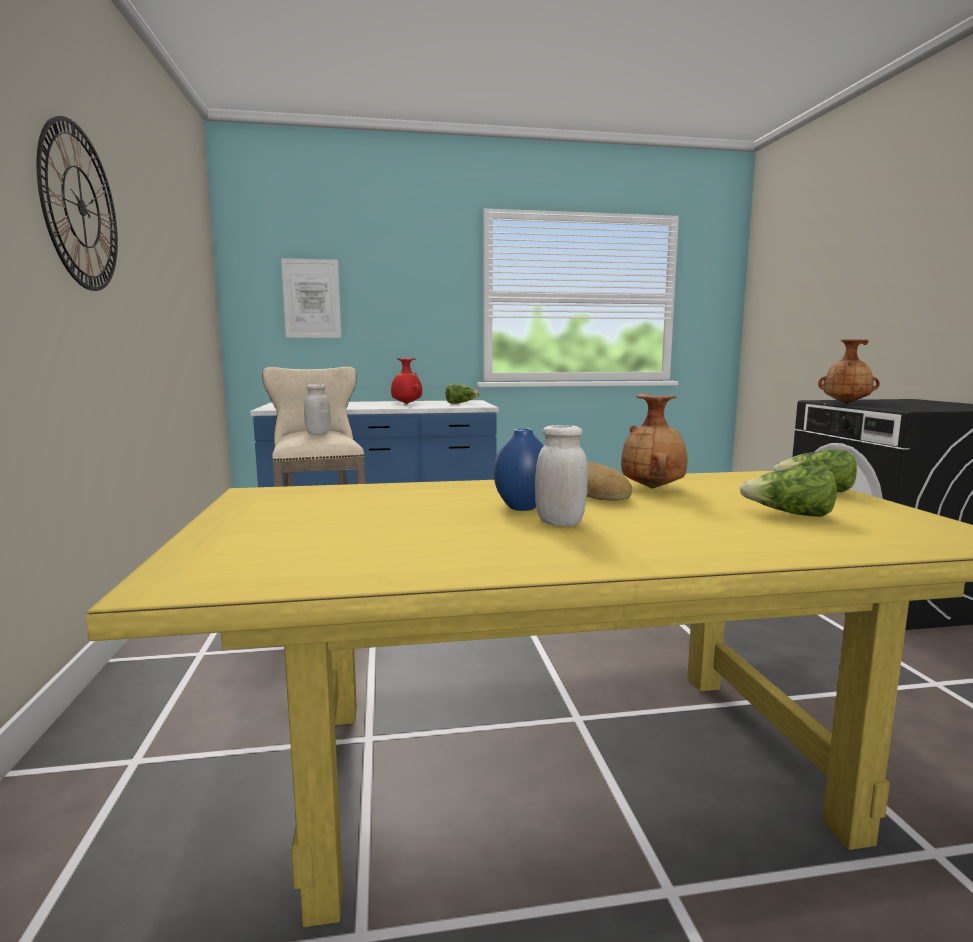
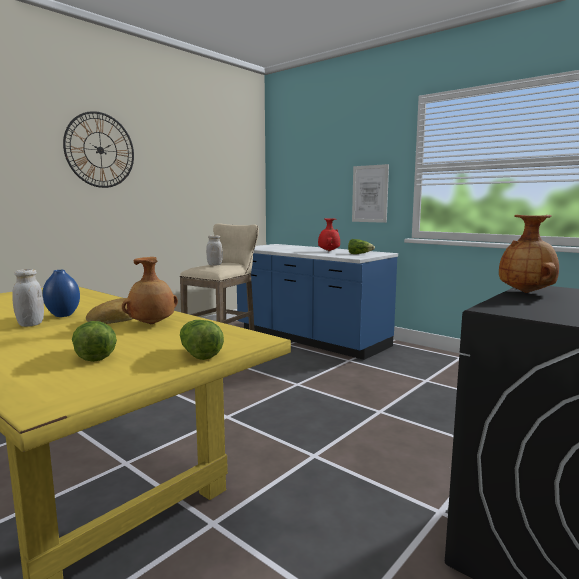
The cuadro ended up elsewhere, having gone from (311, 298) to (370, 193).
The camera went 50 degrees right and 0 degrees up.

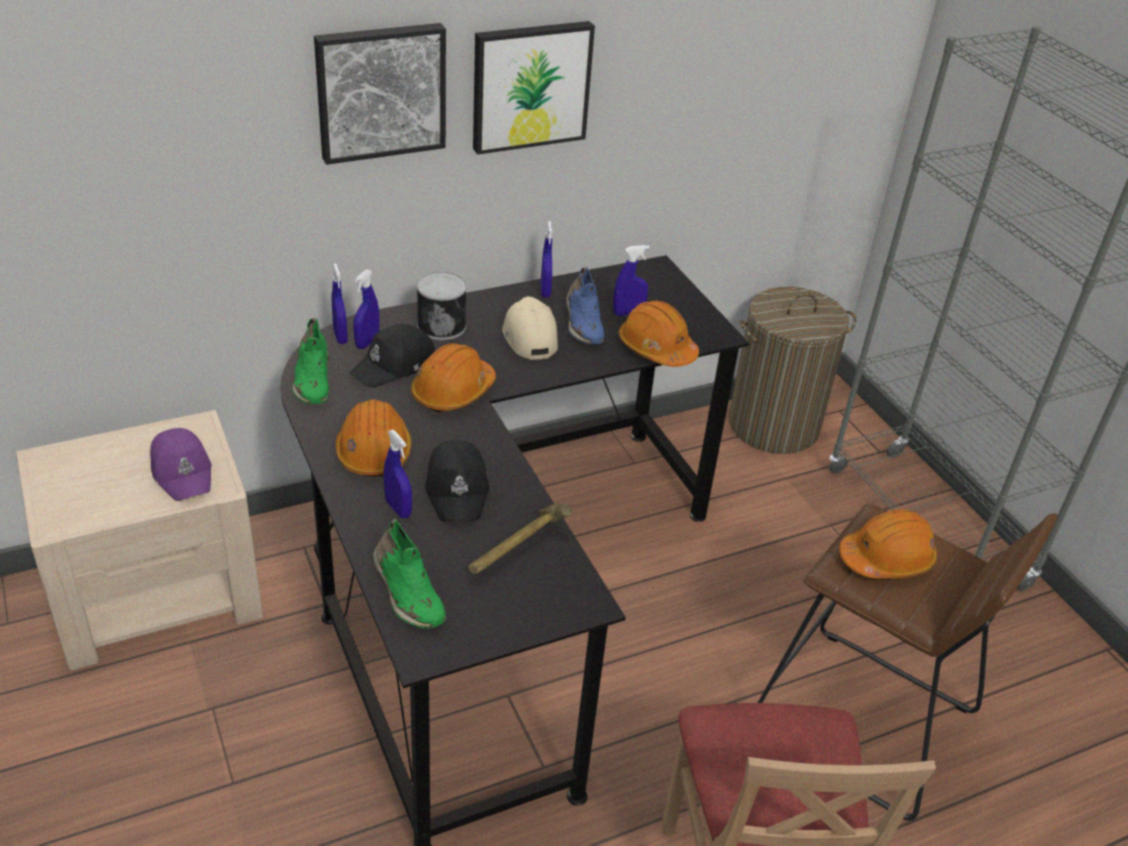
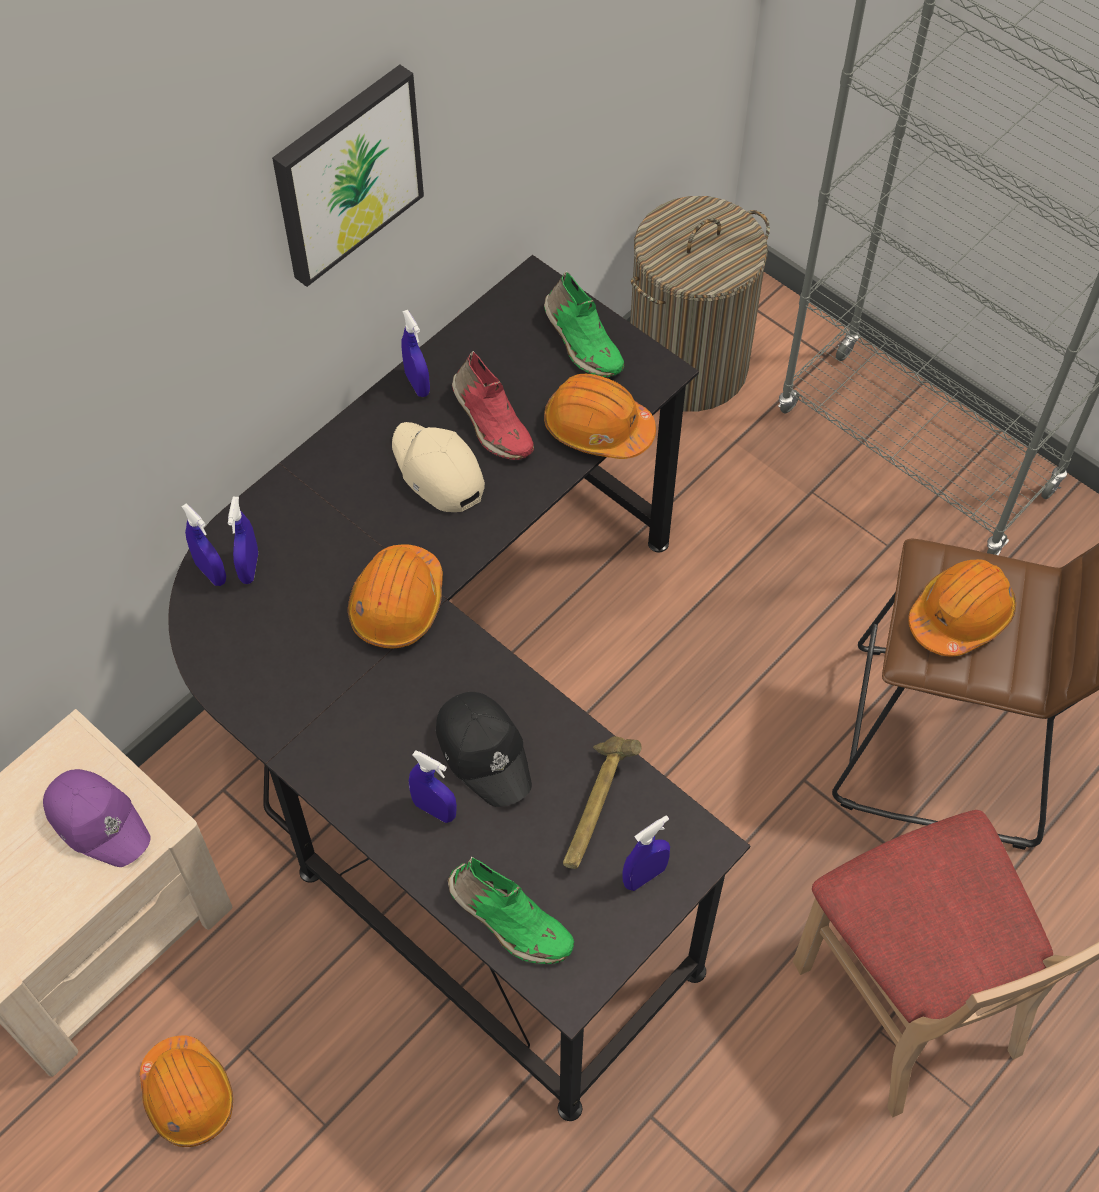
The casco [naranja] ended up elsewhere, having gone from (374, 438) to (186, 1091).
What was the zapato [azul] at (585, 305) turned into the zapato [rojo] at (493, 405).
The zapato [verde] ended up elsewhere, having gone from (310, 360) to (584, 324).
The pulverizador [azul] ended up elsewhere, having gone from (631, 280) to (646, 853).
The second view lost the cuadro at (380, 94).
The second view lost the gorra [negro] at (392, 355).
The second view lost the lata at (442, 305).
The camera went 20 degrees left and 20 degrees up.

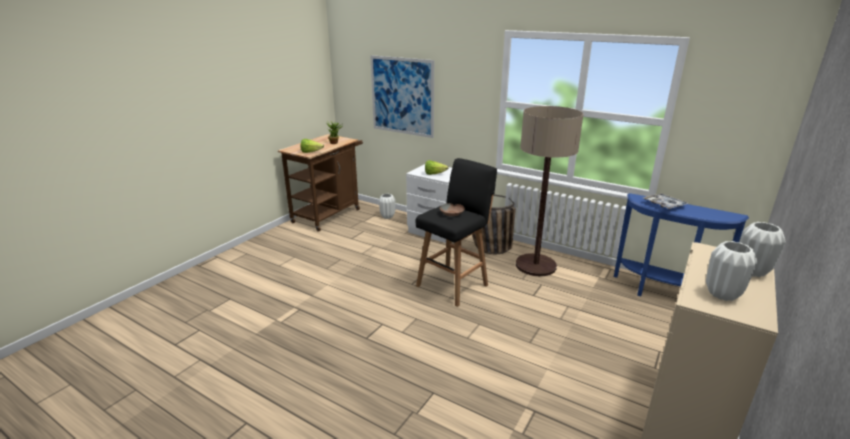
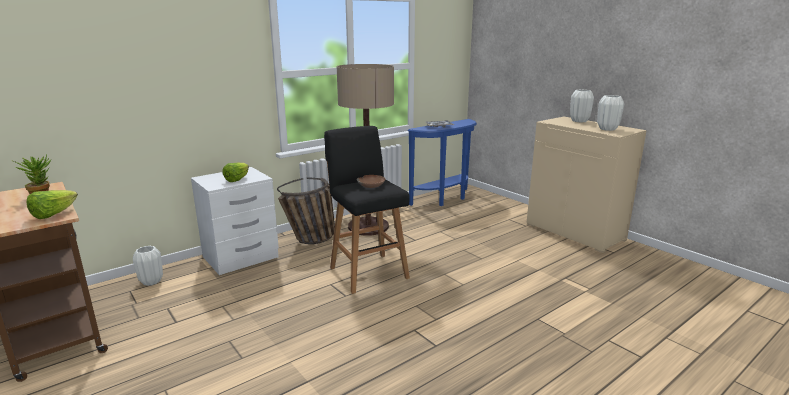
The second view lost the cuadro at (402, 96).
The camera went 70 degrees left and 5 degrees down.

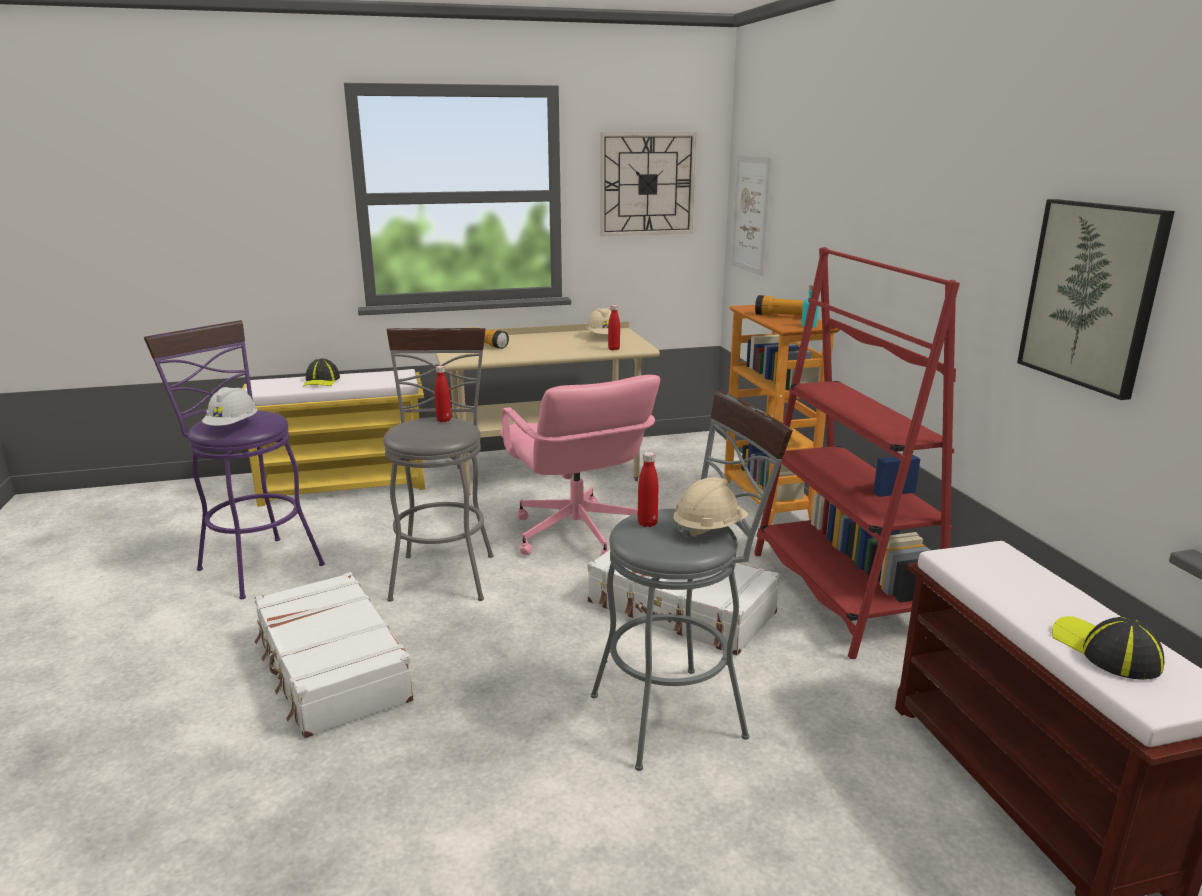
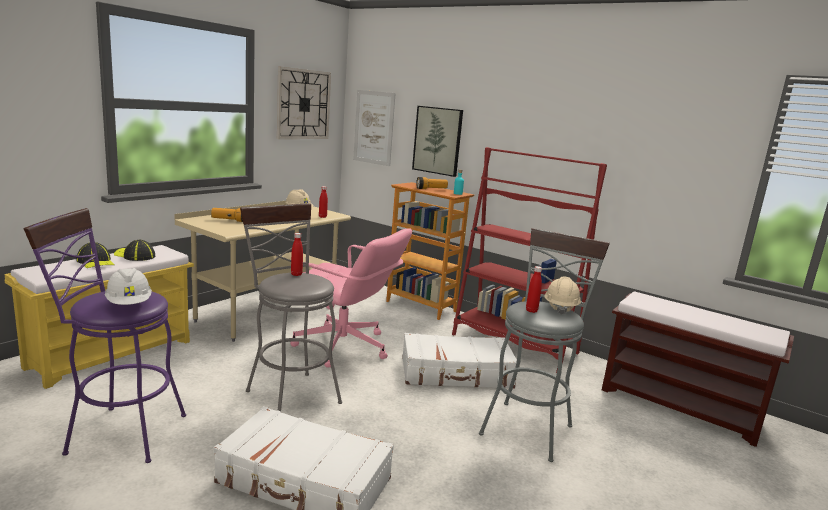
The gorra ended up elsewhere, having gone from (1108, 648) to (134, 250).
The cuadro ended up elsewhere, having gone from (1096, 299) to (437, 141).
The camera went 40 degrees left and 5 degrees down.

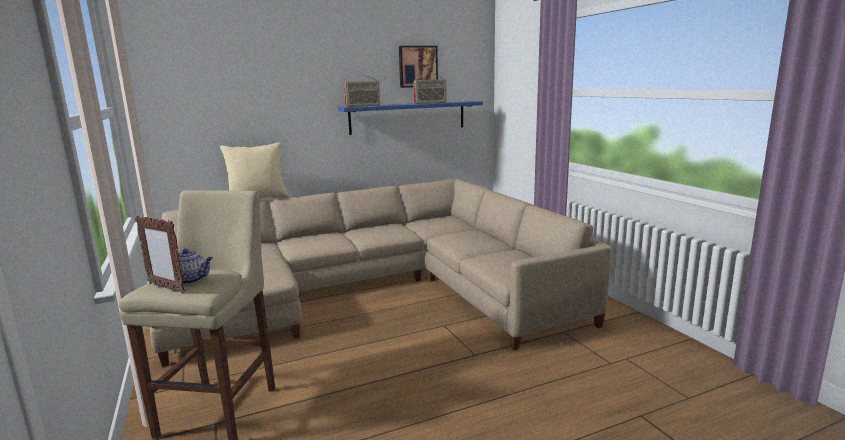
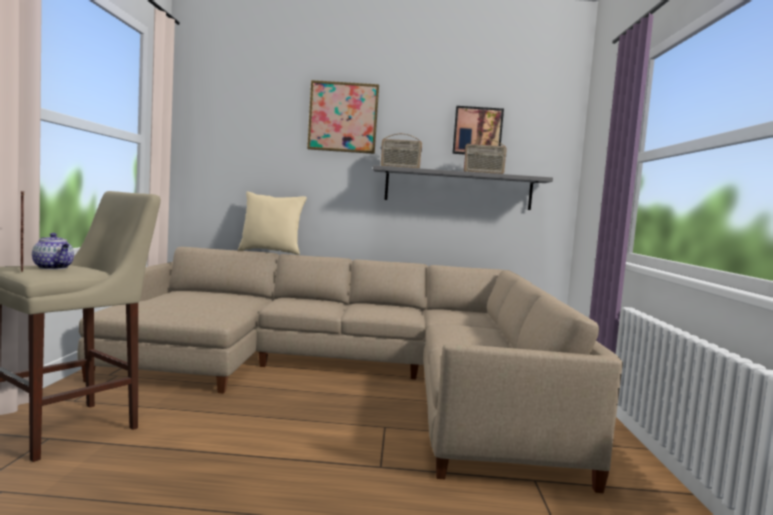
The second view gained the cuadro at (343, 117).
What was the estante [azul] at (410, 118) turned into the estante [gris] at (463, 187).
The camera went 25 degrees right and 10 degrees down.

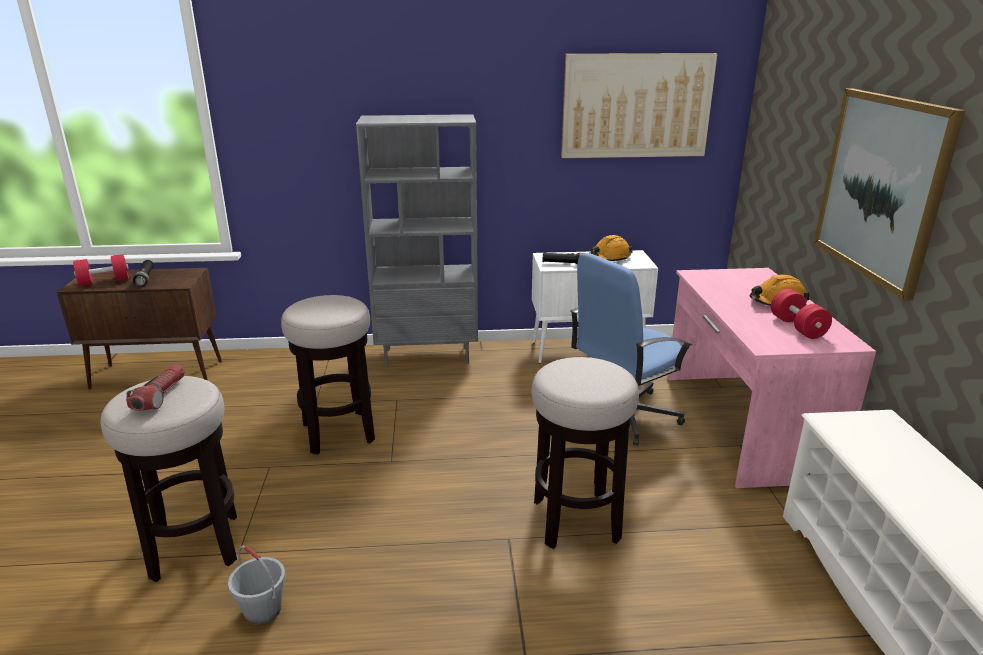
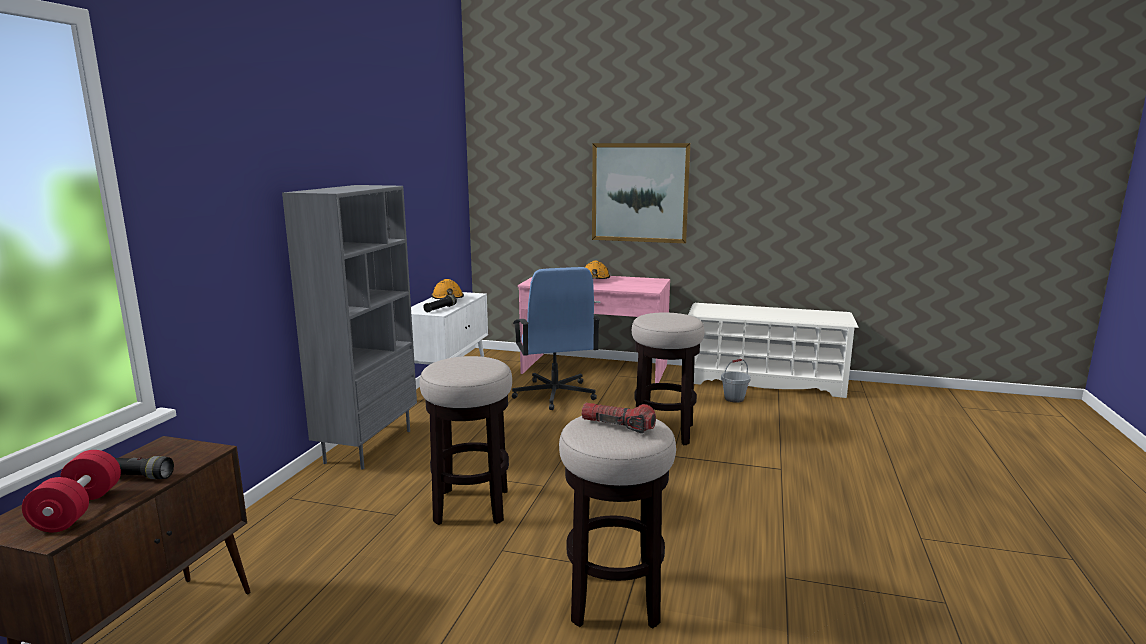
The cubo [gris] ended up elsewhere, having gone from (257, 585) to (736, 381).
The second view lost the cuadro at (639, 105).
The second view lost the mancuerna [rojo] at (801, 314).
The camera went 70 degrees left and 10 degrees down.

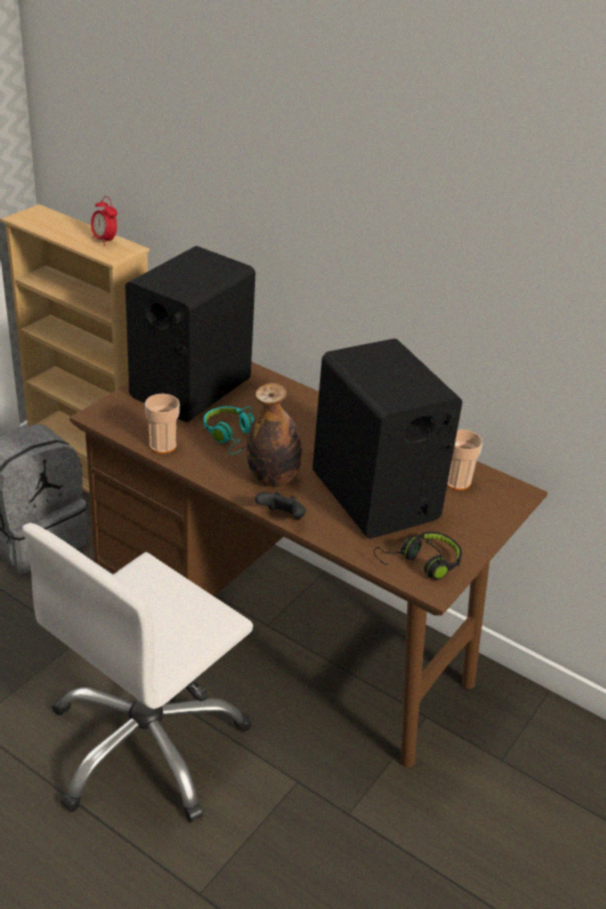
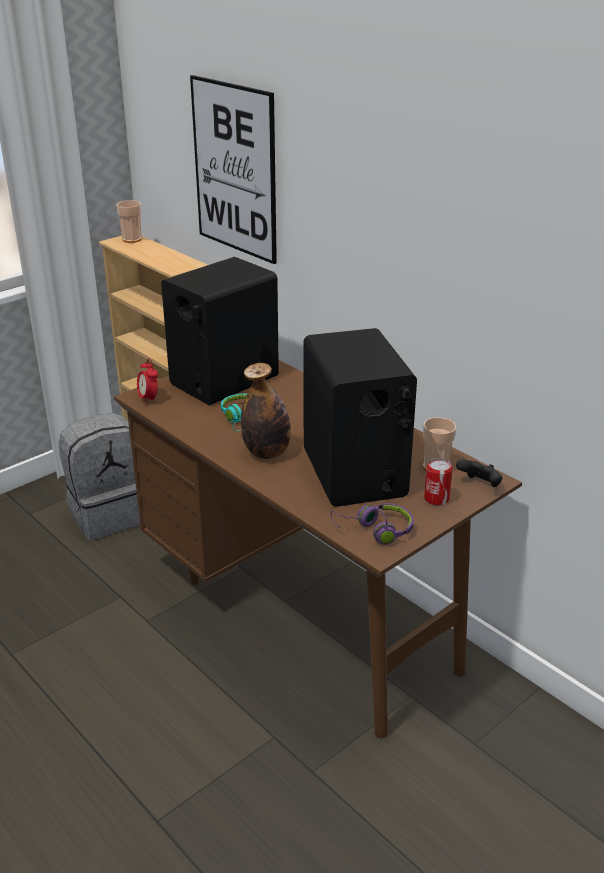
The taza ended up elsewhere, having gone from (162, 424) to (129, 221).
The despertador ended up elsewhere, having gone from (104, 221) to (147, 381).
The second view gained the cuadro at (233, 169).
What was the auriculares [negro] at (418, 556) turned into the auriculares [morado] at (372, 524).
The second view gained the lata at (438, 482).
The mando de consola [negro] ended up elsewhere, having gone from (280, 505) to (479, 473).
The second view lost the silla de oficina [blanco] at (137, 673).
The camera went 15 degrees right and 5 degrees down.

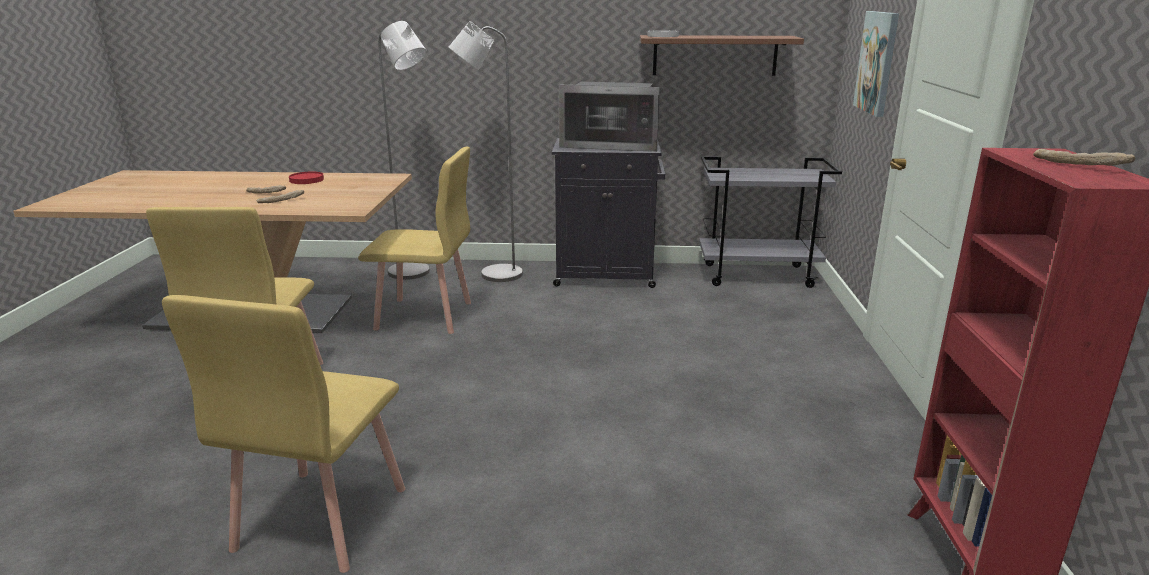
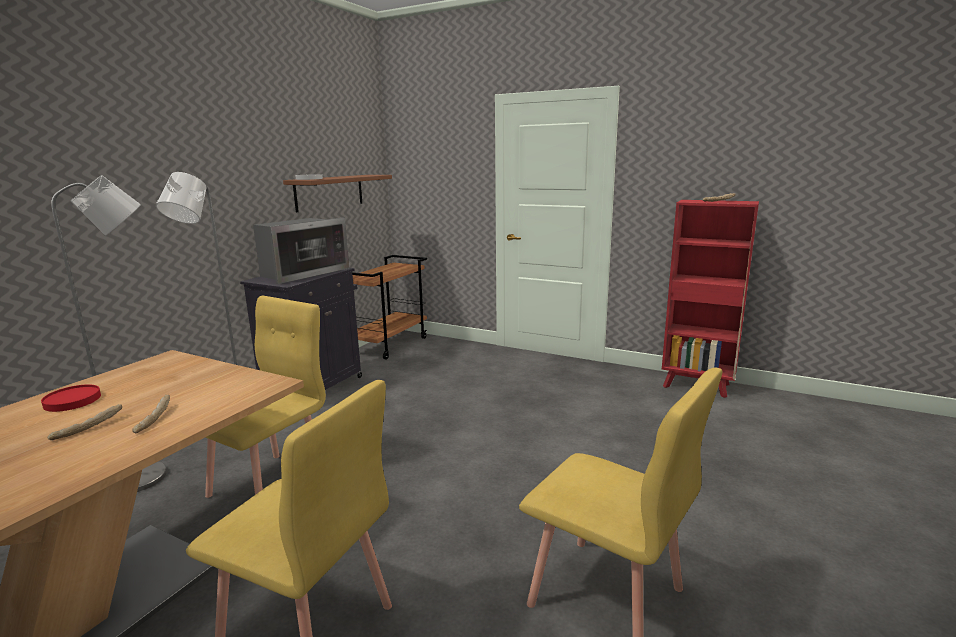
What was the carrito [gris] at (770, 222) turned into the carrito [marrón] at (389, 307).
The second view lost the cuadro at (876, 64).
The camera went 65 degrees left and 5 degrees down.

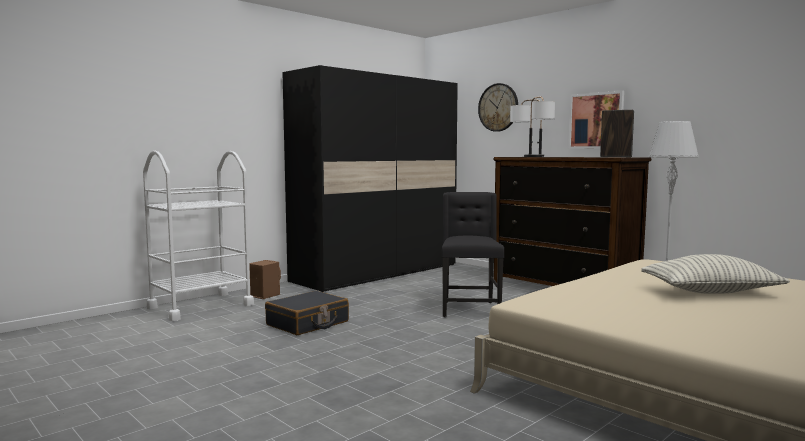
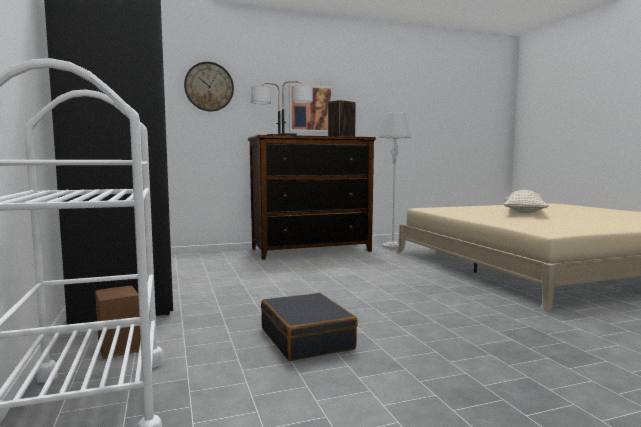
The second view lost the silla [negro] at (473, 254).
The camera went 65 degrees left and 0 degrees up.

